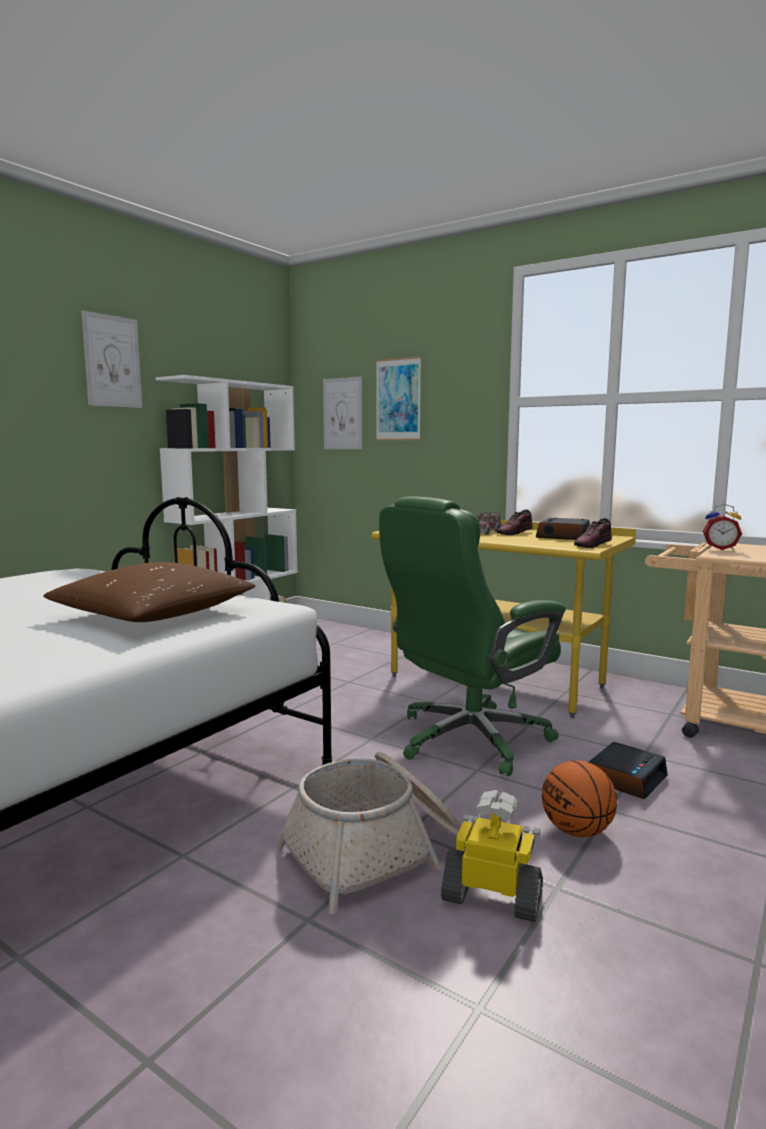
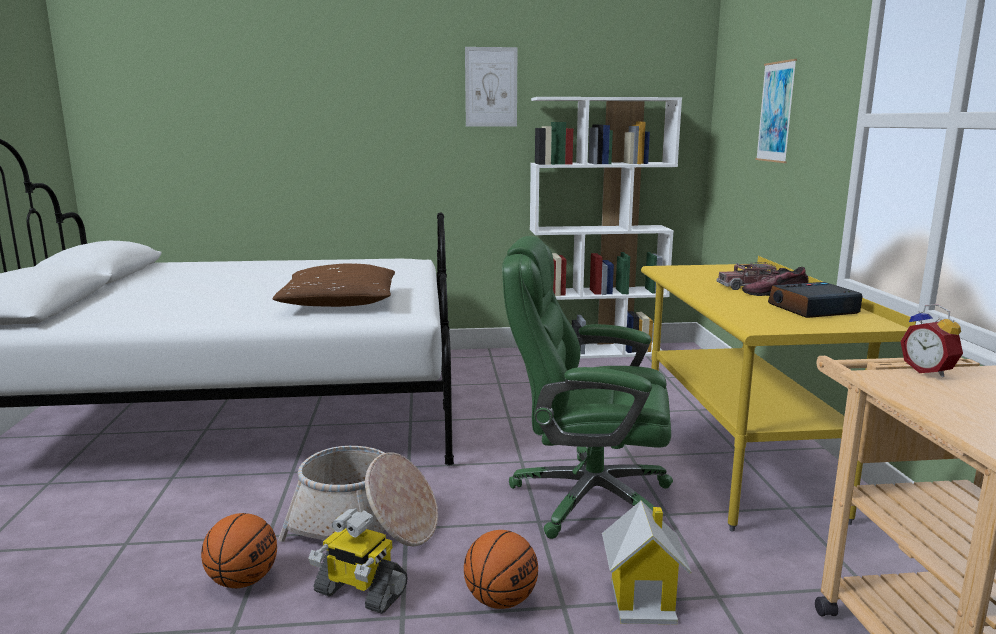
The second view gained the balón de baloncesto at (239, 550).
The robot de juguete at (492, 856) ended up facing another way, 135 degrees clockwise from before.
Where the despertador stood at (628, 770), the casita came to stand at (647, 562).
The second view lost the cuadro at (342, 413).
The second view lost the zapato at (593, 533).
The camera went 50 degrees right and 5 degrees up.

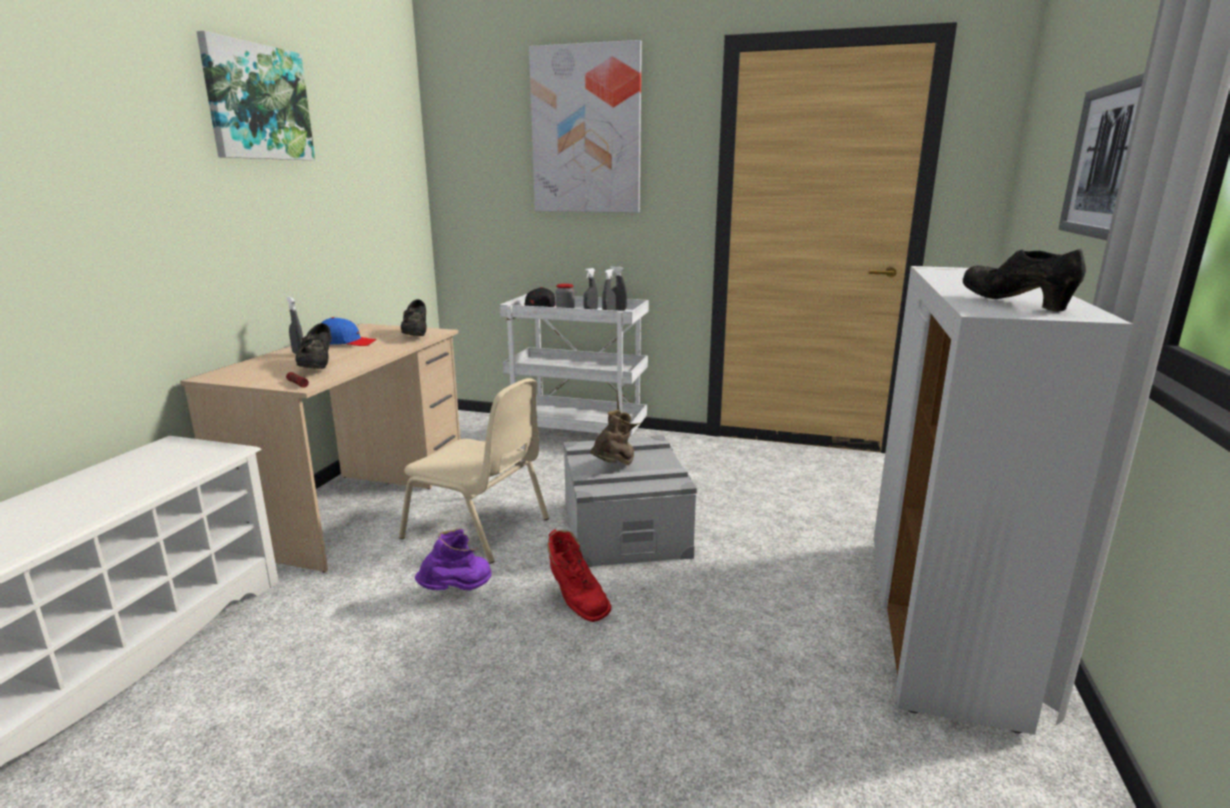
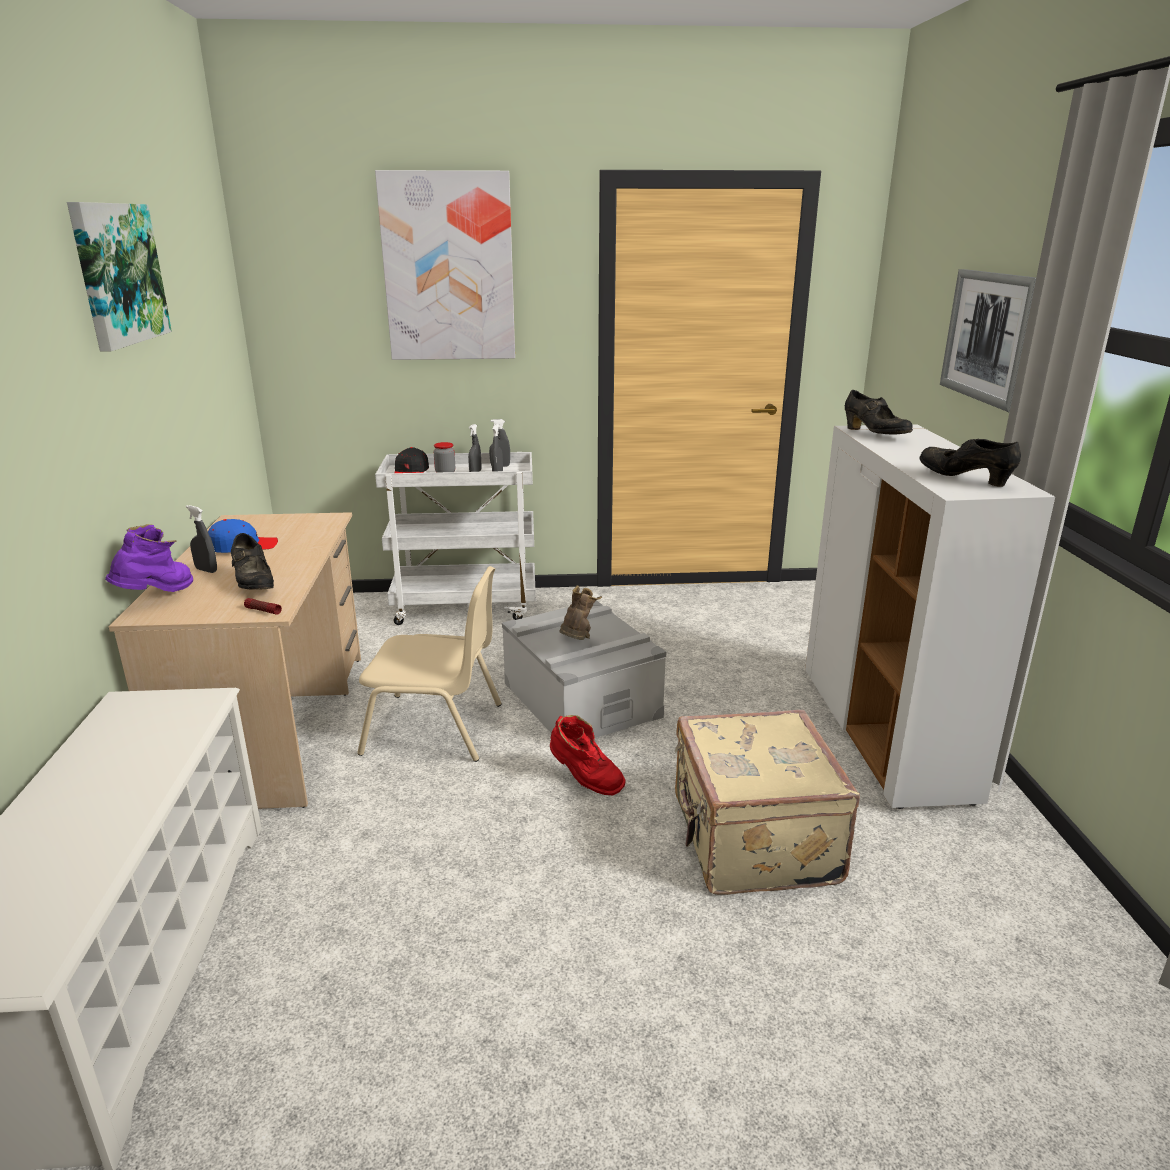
The bota [morado] ended up elsewhere, having gone from (453, 559) to (149, 558).
The second view gained the maleta [beis] at (767, 802).
The zapato [negro] ended up elsewhere, having gone from (414, 317) to (879, 412).
The camera went 20 degrees left and 5 degrees up.

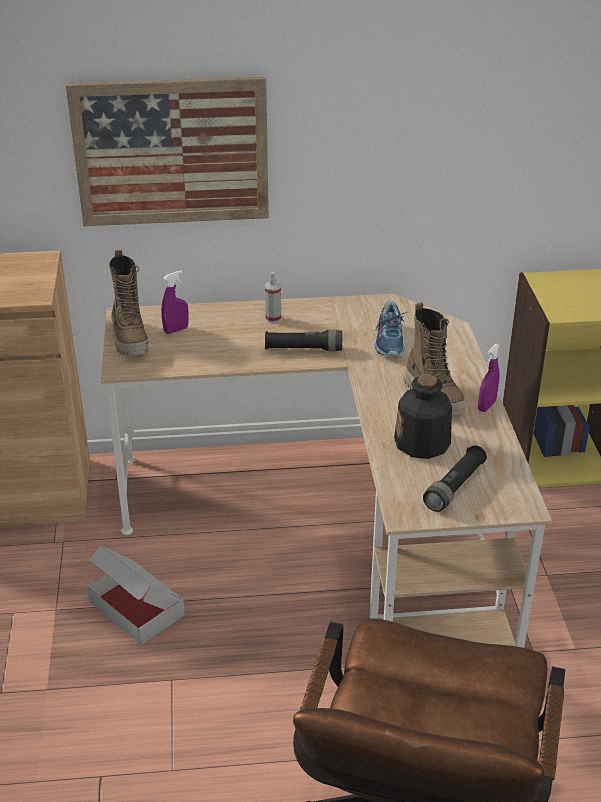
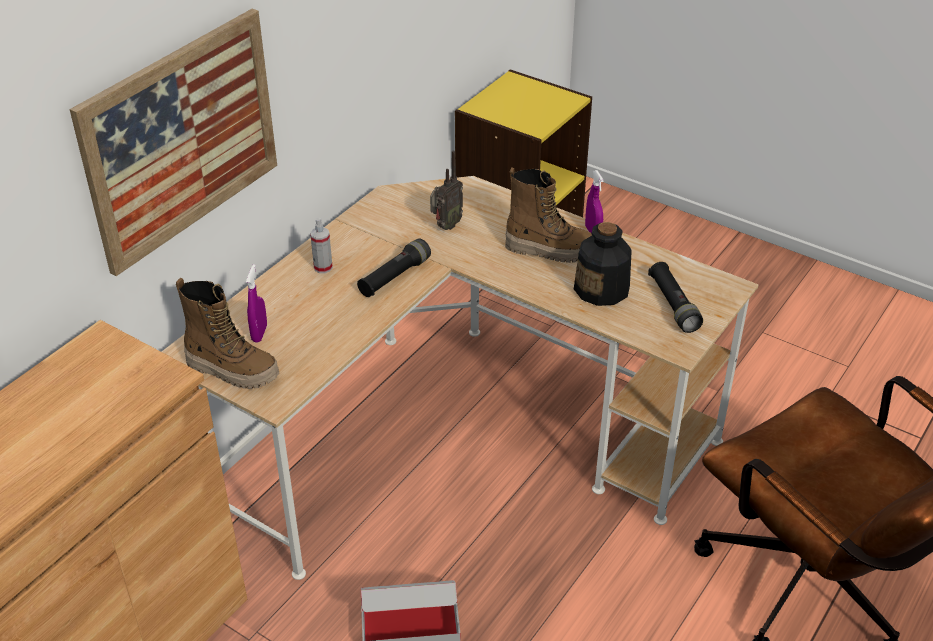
Where the zapato stood at (390, 328), the radio came to stand at (446, 190).
The camera went 50 degrees left and 5 degrees up.

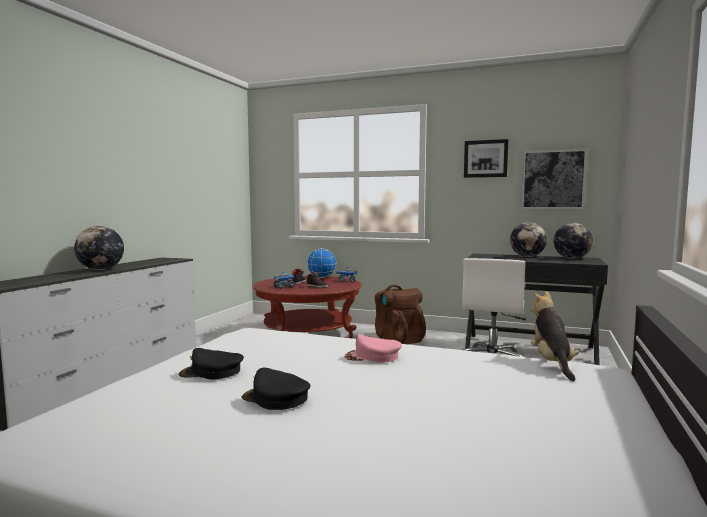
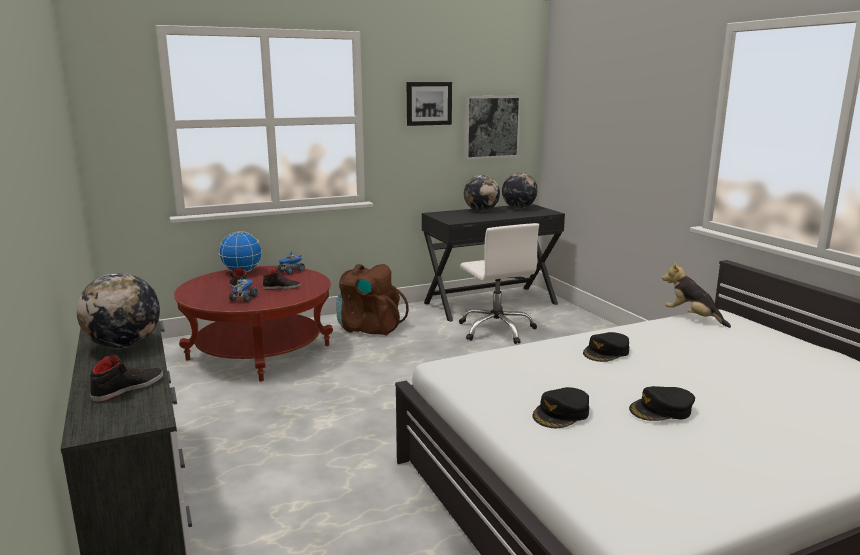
The second view gained the zapato [negro] at (127, 378).
What was the gorra [rosa] at (373, 349) turned into the gorra [negro] at (606, 347).
The camera went 45 degrees left and 10 degrees up.

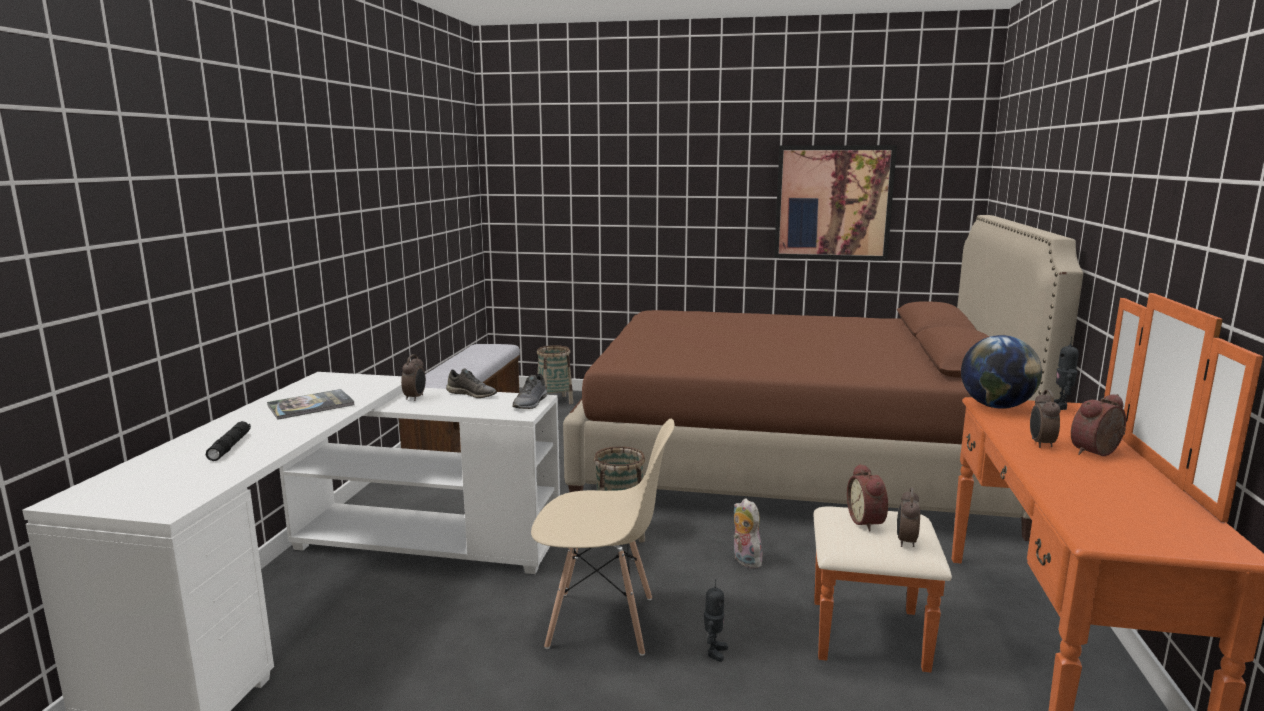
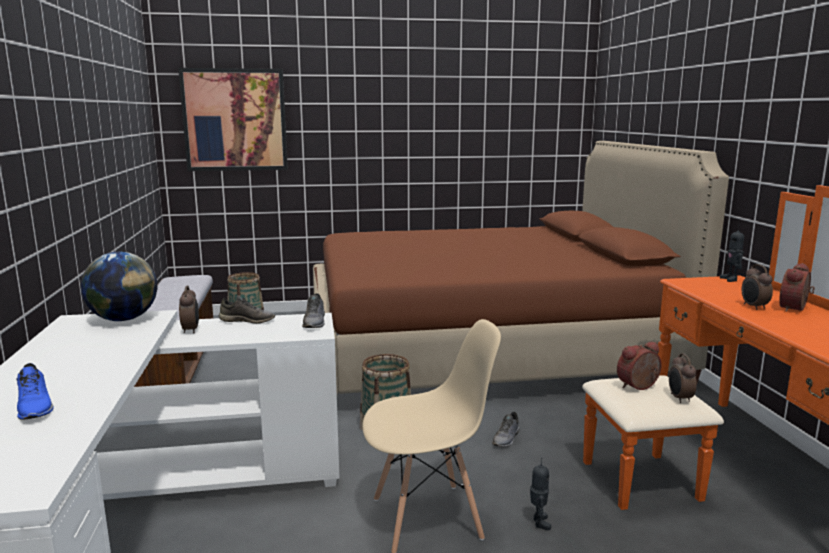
Where the linterna [negro] stood at (228, 441), the zapato [azul] came to stand at (35, 391).
The globo terráqueo ended up elsewhere, having gone from (1001, 372) to (119, 286).
The cuadro ended up elsewhere, having gone from (835, 203) to (233, 119).
Where the peluche stood at (748, 533), the zapato [gris] came to stand at (506, 429).
The despertador at (867, 497) ended up facing another way, 90 degrees clockwise from before.
The second view lost the libro at (311, 404).
The camera went 20 degrees left and 0 degrees up.

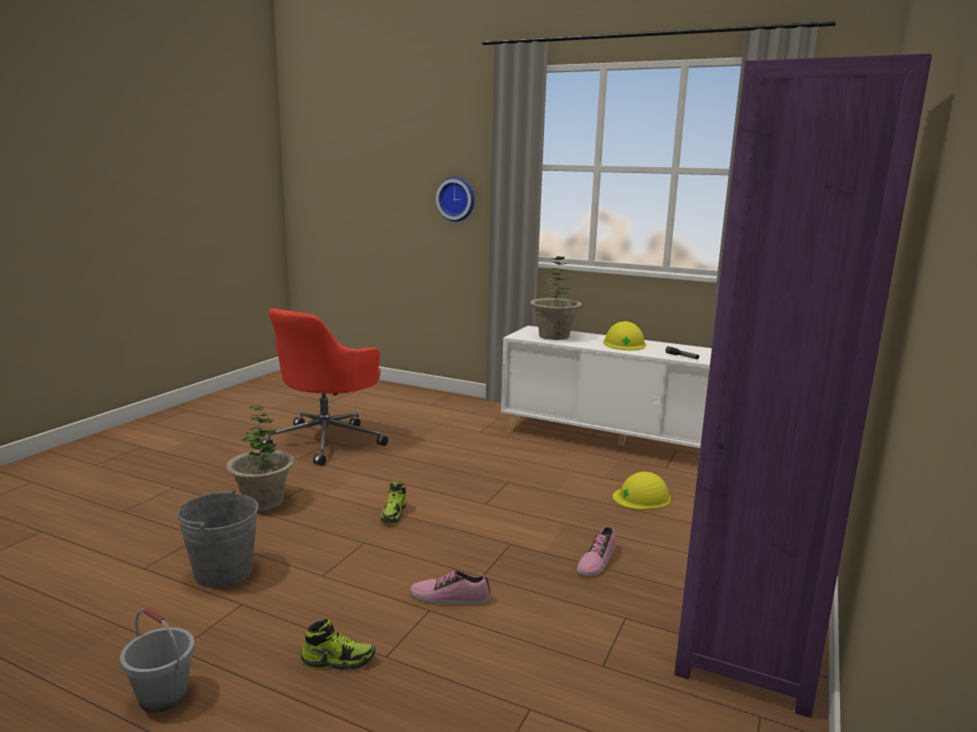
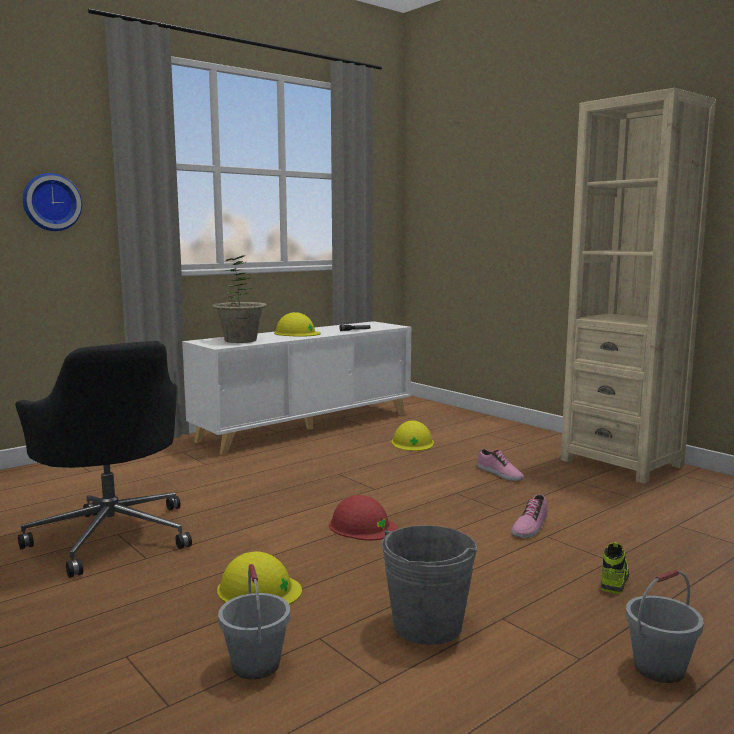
What was the silla de oficina [rojo] at (324, 387) turned into the silla de oficina [negro] at (103, 459).
Where the planta en maceta stood at (260, 458), the casco [amarillo] came to stand at (259, 578).
The second view gained the cubo [gris] at (254, 622).
Where the zapato stood at (394, 503), the casco [rojo] came to stand at (363, 518).
What was the estantería [morado] at (803, 385) turned into the estantería [beis] at (638, 286).
The camera went 65 degrees left and 5 degrees down.

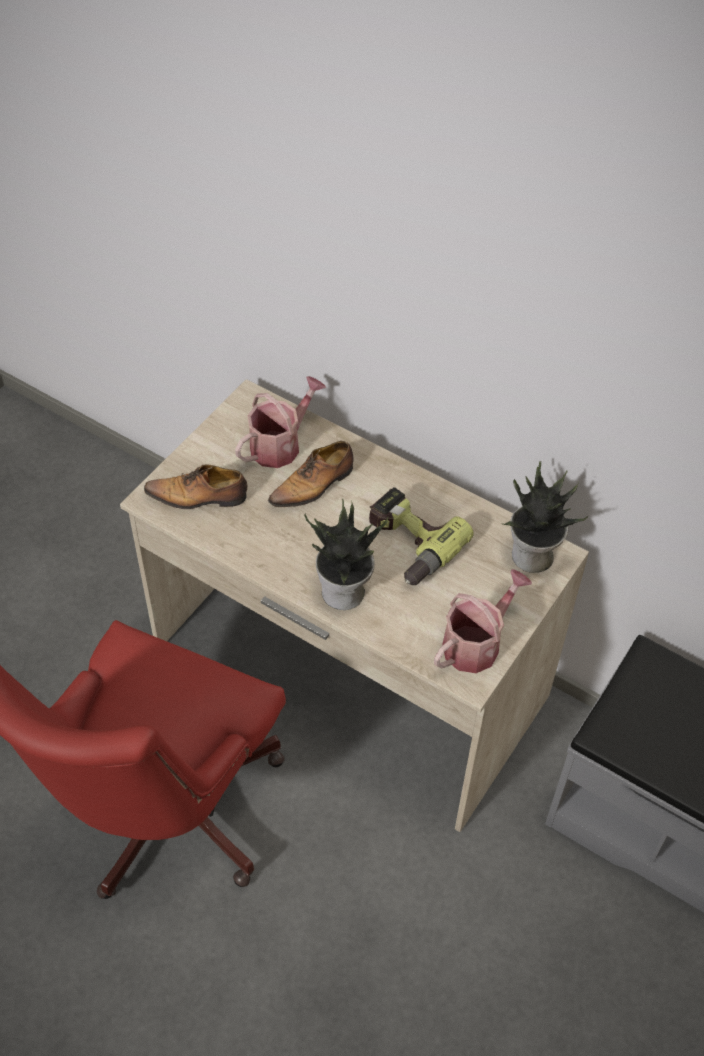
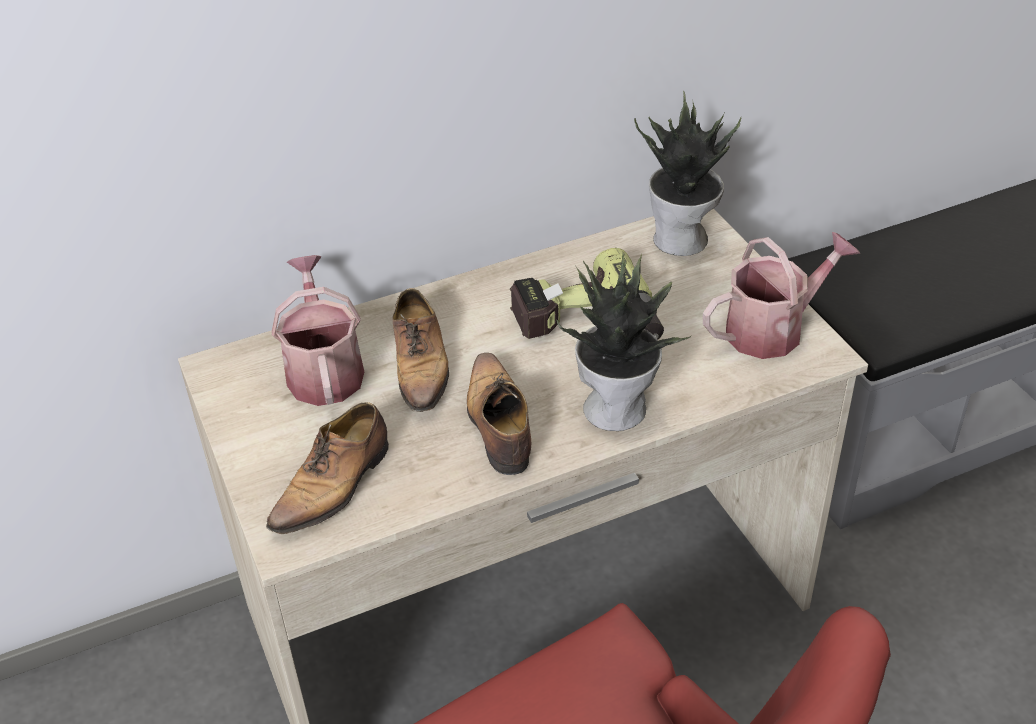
The second view gained the zapato at (499, 414).
The regadera at (483, 621) ended up facing another way, 75 degrees clockwise from before.
The camera went 55 degrees left and 10 degrees down.

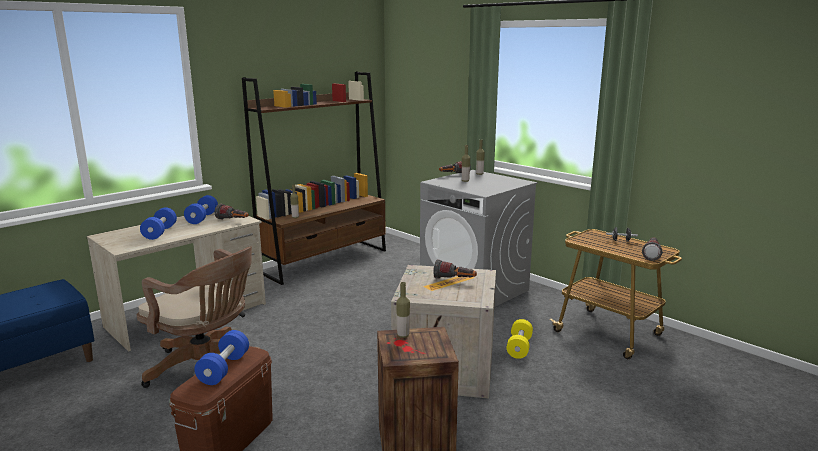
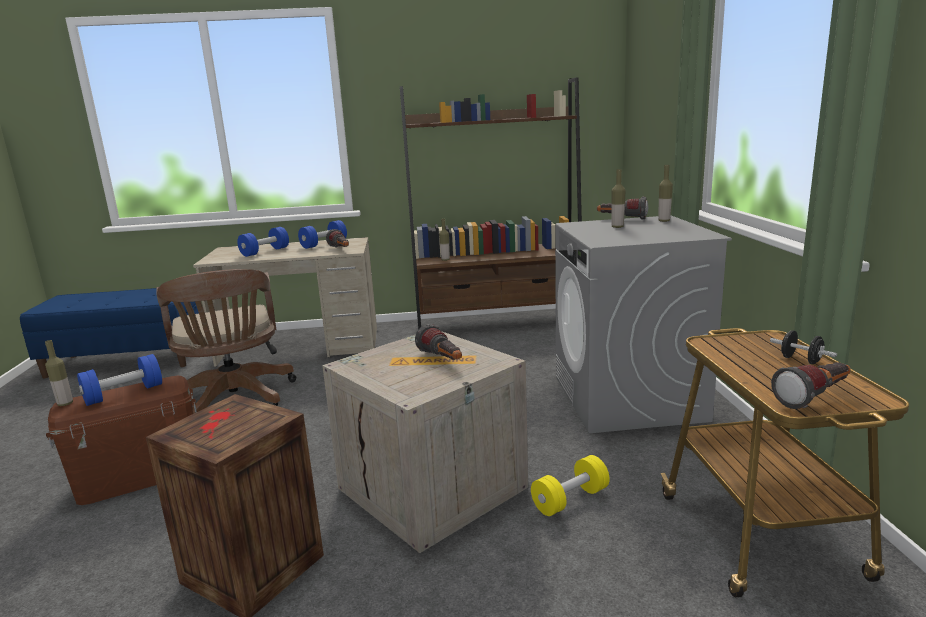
The botella ended up elsewhere, having gone from (403, 310) to (59, 373).
The camera went 40 degrees right and 0 degrees up.

